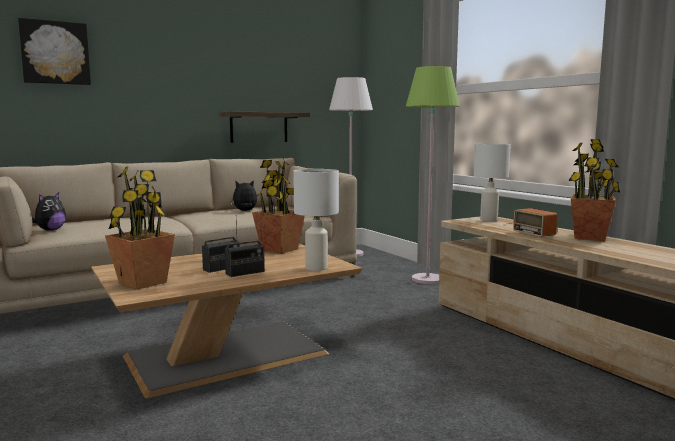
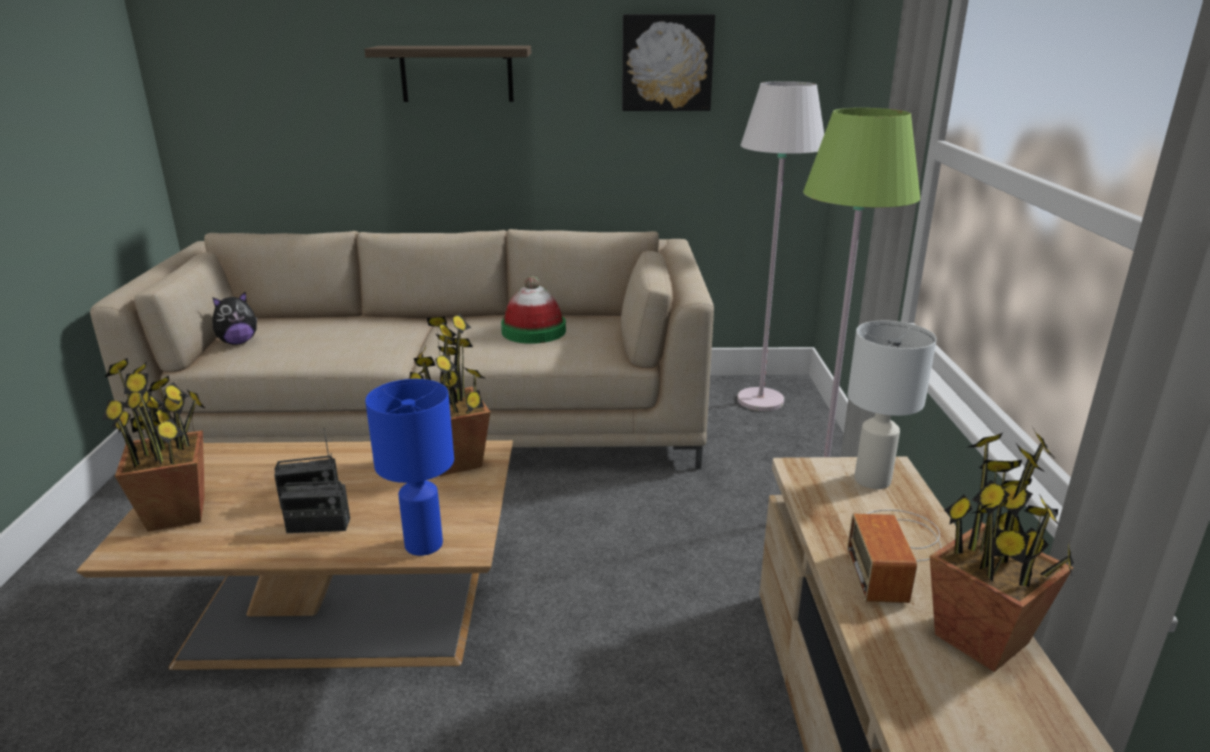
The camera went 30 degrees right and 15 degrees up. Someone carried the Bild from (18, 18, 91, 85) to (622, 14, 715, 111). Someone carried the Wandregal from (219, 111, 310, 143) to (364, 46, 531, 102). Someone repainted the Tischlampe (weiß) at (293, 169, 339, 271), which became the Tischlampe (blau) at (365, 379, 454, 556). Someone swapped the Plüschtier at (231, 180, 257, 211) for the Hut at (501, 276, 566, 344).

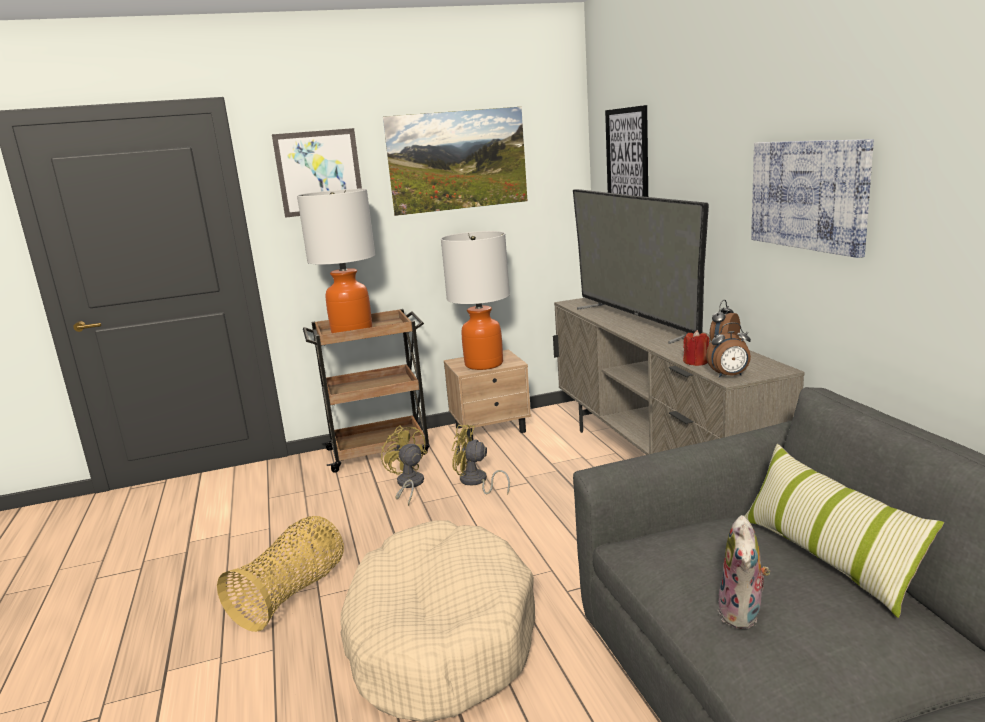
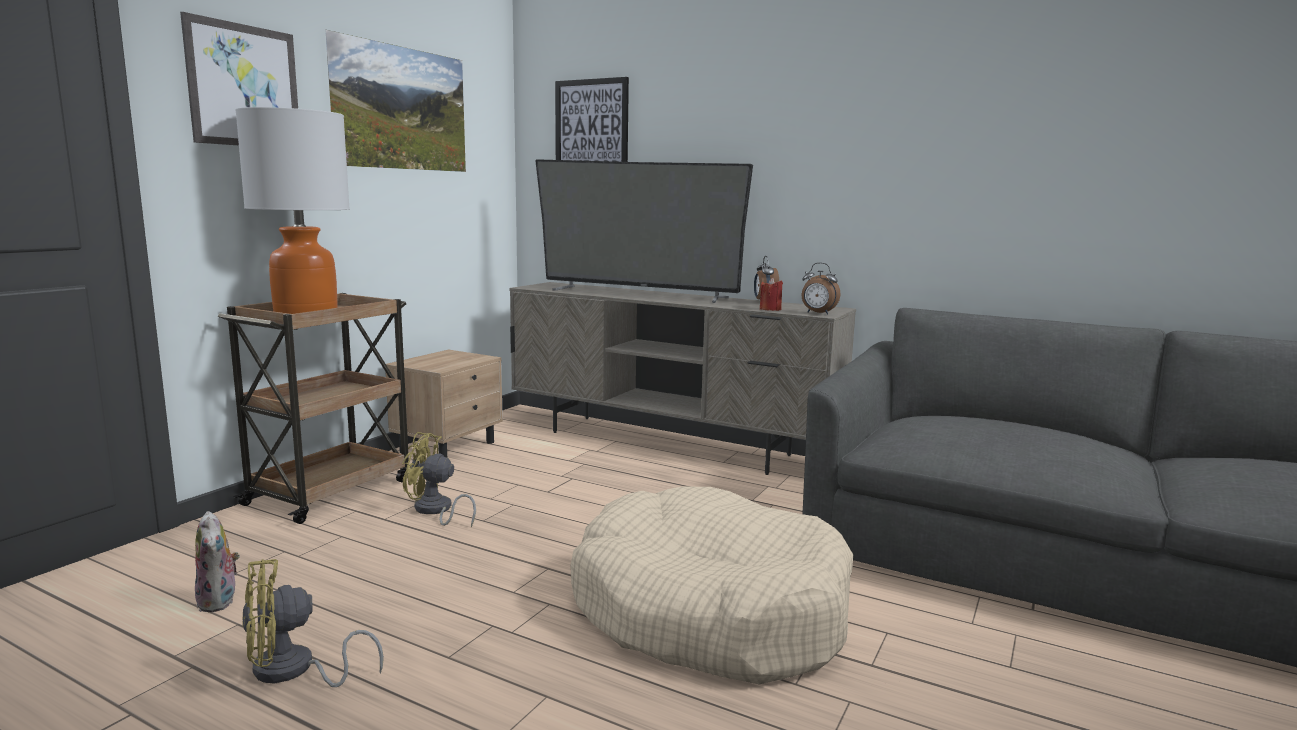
The camera went 45 degrees left and 5 degrees down. Someone took away the Bild at (751, 139, 874, 258). Someone took away the Tischlampe at (441, 231, 510, 370). Someone rotated the Wecker at (706, 323, 751, 378) by 75 degrees clockwise. Someone carried the Ventilator (gelb) from (452, 425, 510, 495) to (242, 559, 384, 687). Someone took away the Kissen at (744, 444, 944, 618). Someone carried the Plüschtier from (718, 515, 770, 629) to (195, 511, 240, 612). Someone took away the Korb at (217, 516, 344, 632).

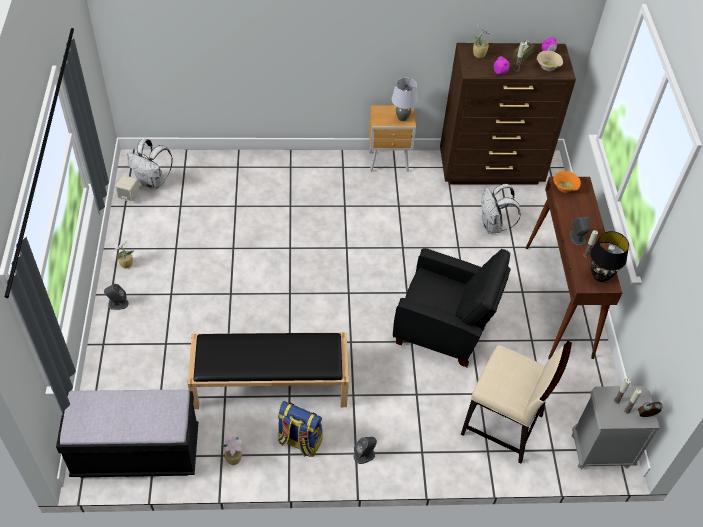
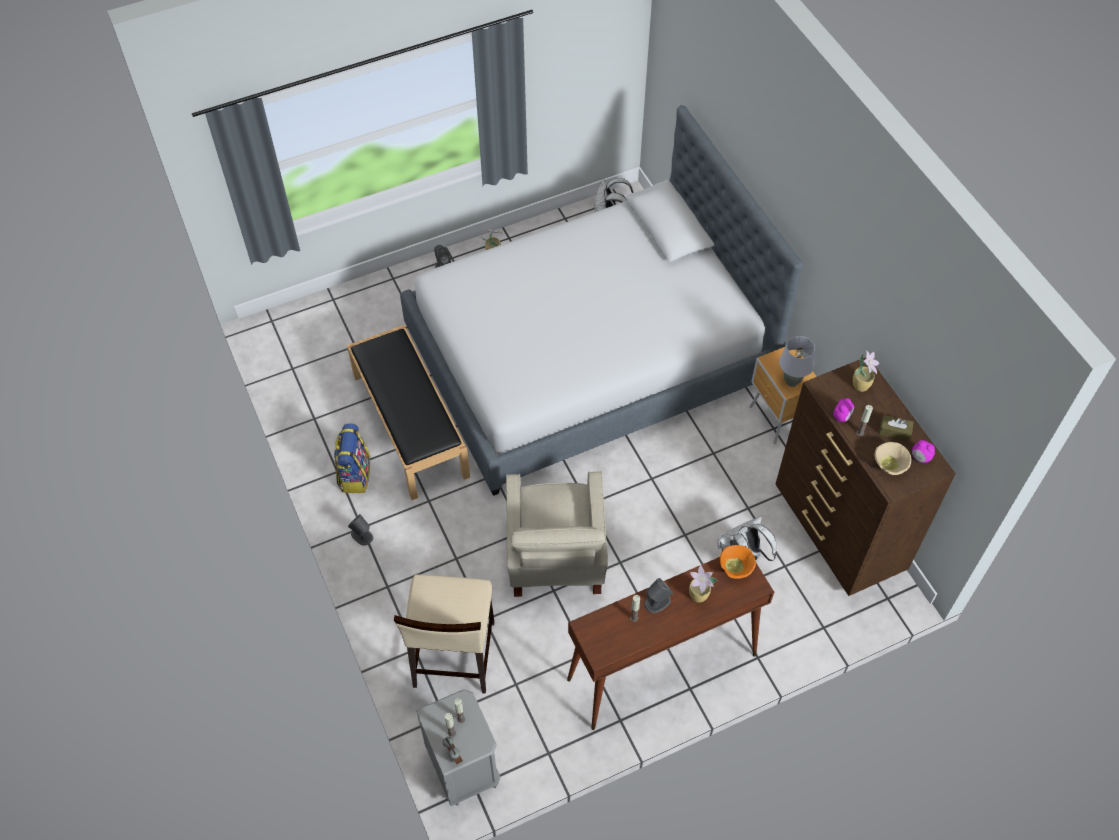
The camera went 70 degrees right and 5 degrees up. Someone took away the Lautsprecher (beige) at (115, 175, 140, 203). Someone took away the Tischlampe (schwarz) at (590, 231, 629, 282). Someone repainted the Sessel (schwarz) at (393, 248, 511, 367), which became the Sessel (beige) at (506, 471, 608, 597). Someone took away the Bank (schwarz) at (56, 390, 198, 477). Someone carried the Topfpflanze from (221, 434, 243, 465) to (689, 565, 717, 603). Someone put down the Bett at (400, 105, 803, 496).

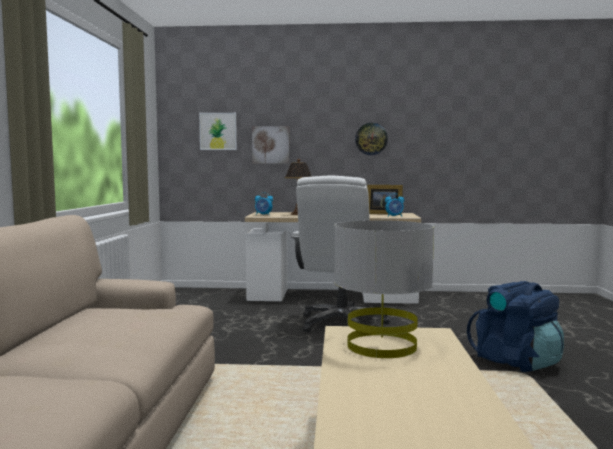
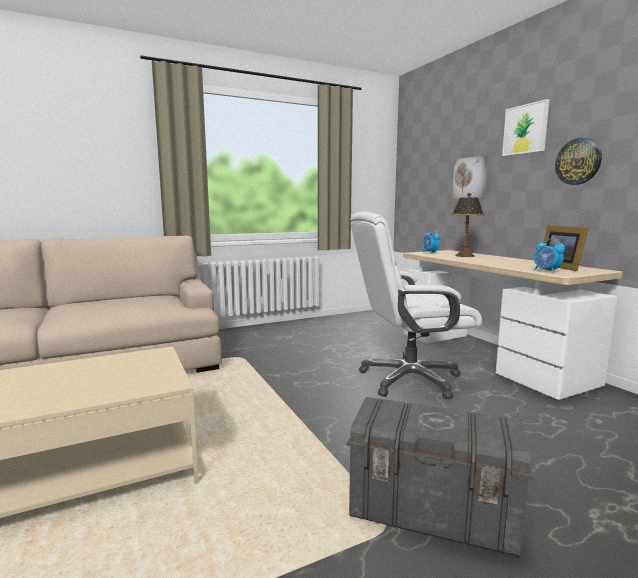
The camera went 60 degrees right and 5 degrees up. Someone carried the Bild from (199, 113, 237, 150) to (502, 99, 550, 156). Someone took away the Tischlampe (grau) at (334, 220, 434, 358). Someone swapped the Rucksack (blau) at (467, 281, 564, 372) for the Aufbewahrungsbox (grau) at (347, 397, 533, 556).

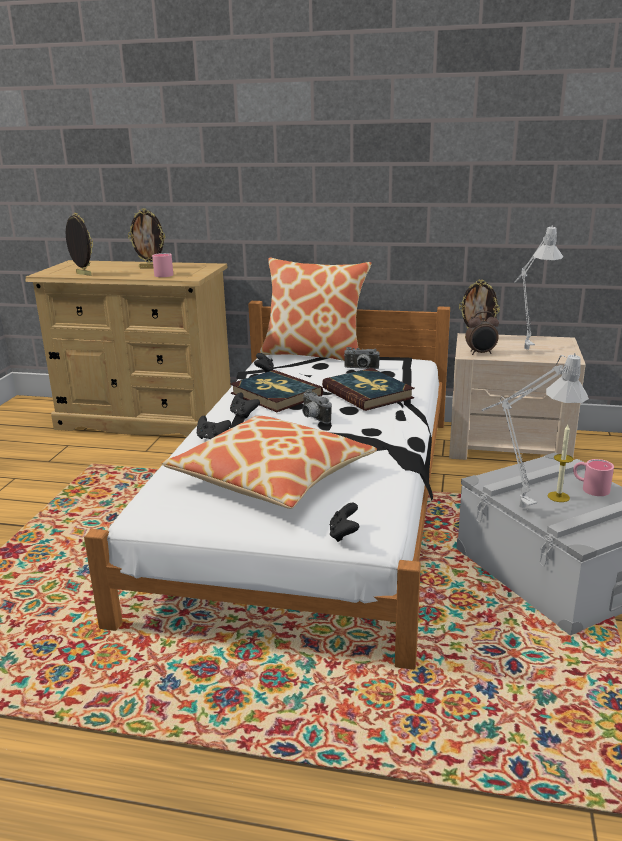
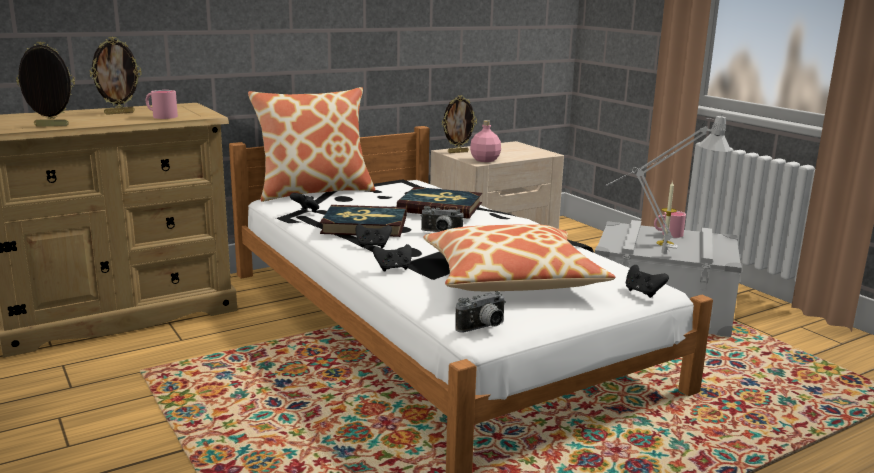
The camera went 45 degrees left and 5 degrees down. Someone took away the Tischlampe (grau) at (514, 225, 563, 349). Someone swapped the Wecker at (465, 311, 499, 355) for the Flasche (rosa) at (470, 120, 501, 162). Someone carried the Kamera from (344, 347, 380, 369) to (455, 291, 506, 332).

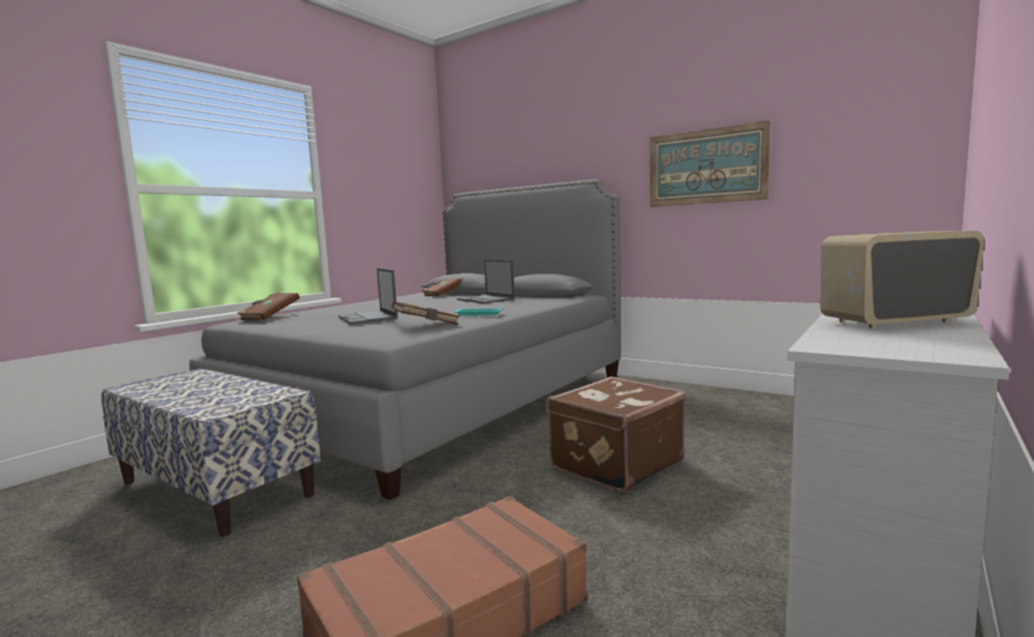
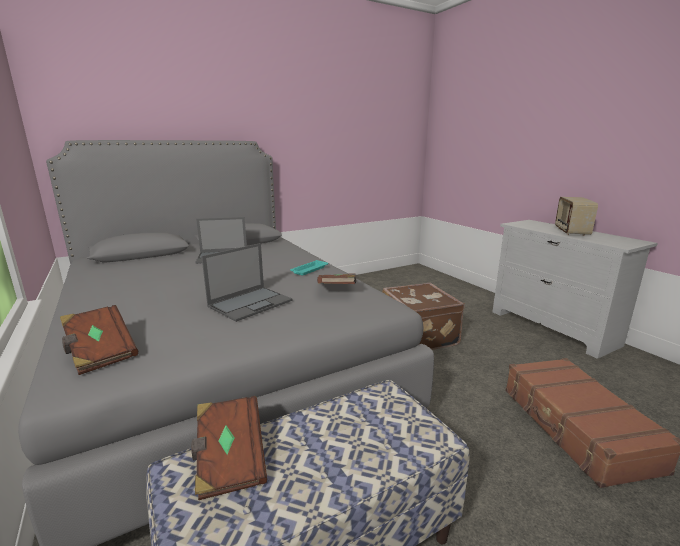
The camera went 65 degrees left and 10 degrees up. Someone took away the Bild at (650, 120, 770, 207). Someone rotated the Laptop at (338, 268, 398, 324) by 45 degrees counterclockwise. Someone carried the Buch (braun) from (422, 278, 463, 296) to (191, 396, 267, 500).

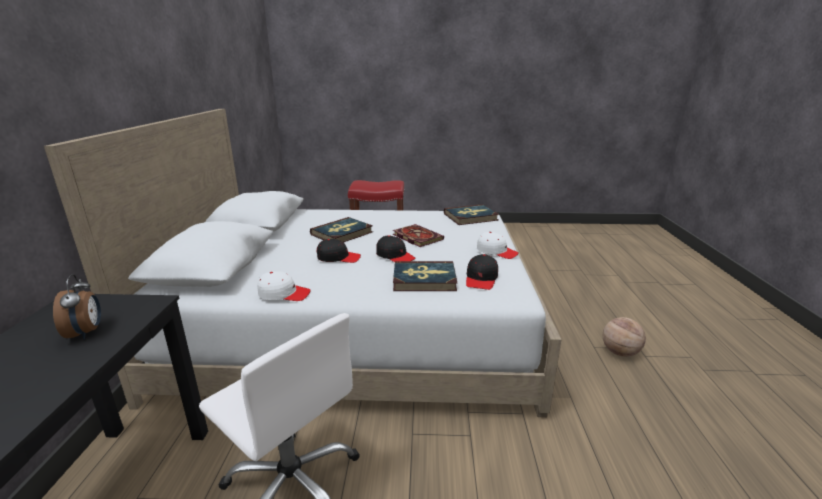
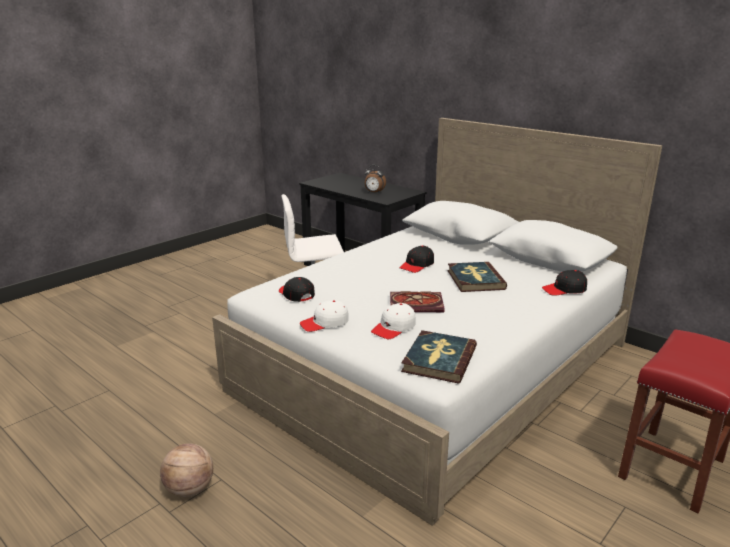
The camera went 130 degrees right and 0 degrees up. Someone carried the Kappe (schwarz) from (376, 235, 416, 262) to (542, 270, 587, 296). Someone took away the Buch at (393, 261, 457, 291). Someone carried the Kappe (weiß) from (257, 271, 311, 301) to (371, 303, 416, 339).

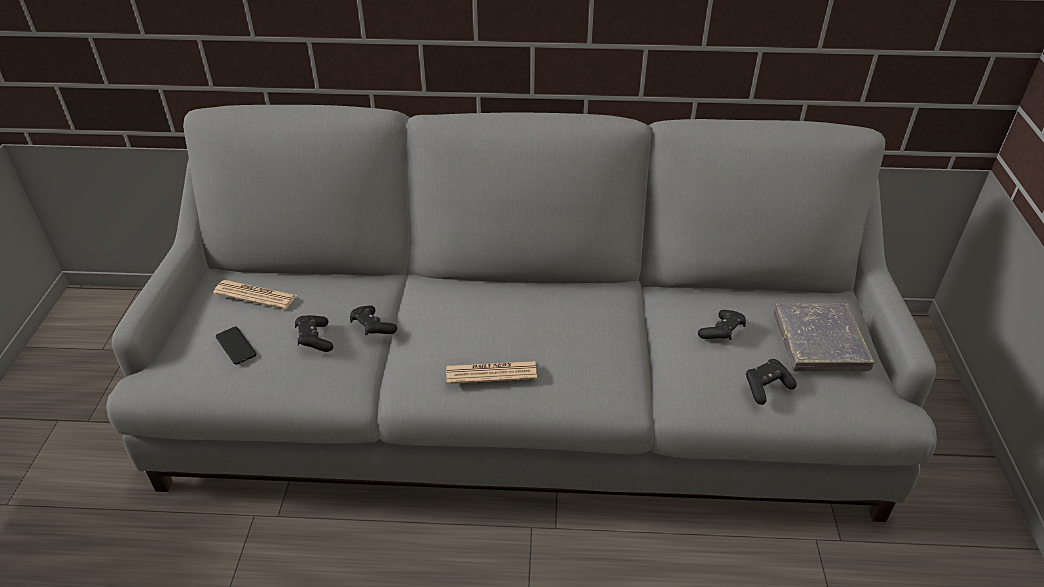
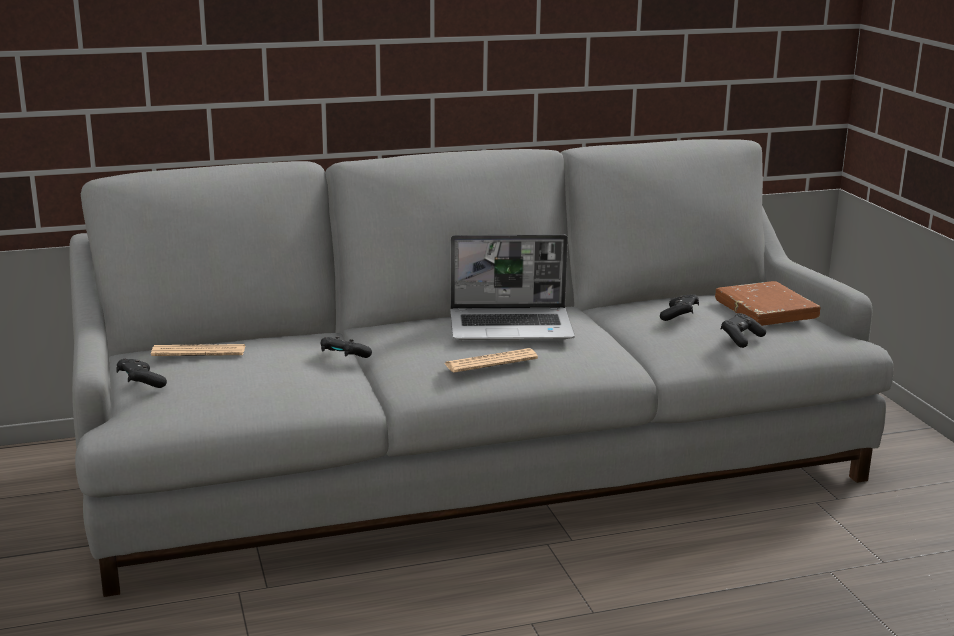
The camera went 20 degrees left and 20 degrees down. Someone repainted the Buch (grau) at (774, 303, 874, 372), which became the Buch (braun) at (715, 281, 820, 326). Someone carried the Gamepad (schwarz) from (295, 315, 333, 352) to (116, 359, 167, 388). Someone took away the Handy at (216, 326, 256, 365). Someone put down the Laptop at (450, 235, 575, 340).

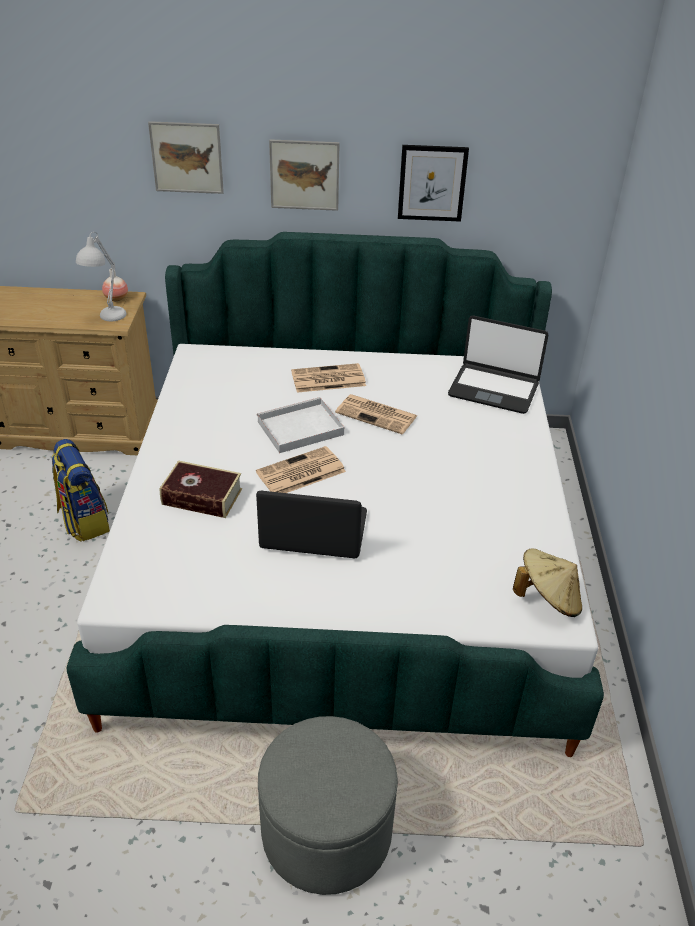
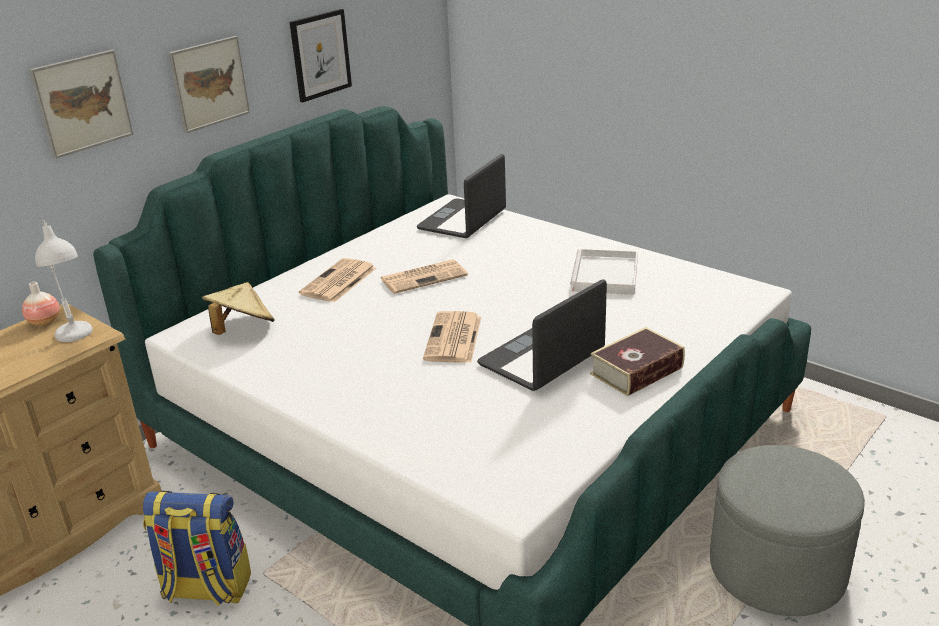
The camera went 50 degrees left and 10 degrees down. Someone rotated the Laptop at (448, 315, 548, 414) by 150 degrees clockwise. Someone carried the Tablett (weiß) from (257, 397, 344, 453) to (570, 249, 638, 295). Someone carried the Buch from (159, 460, 242, 518) to (590, 327, 685, 396). Someone carried the Hut (beige) from (513, 548, 582, 617) to (202, 282, 275, 335).

